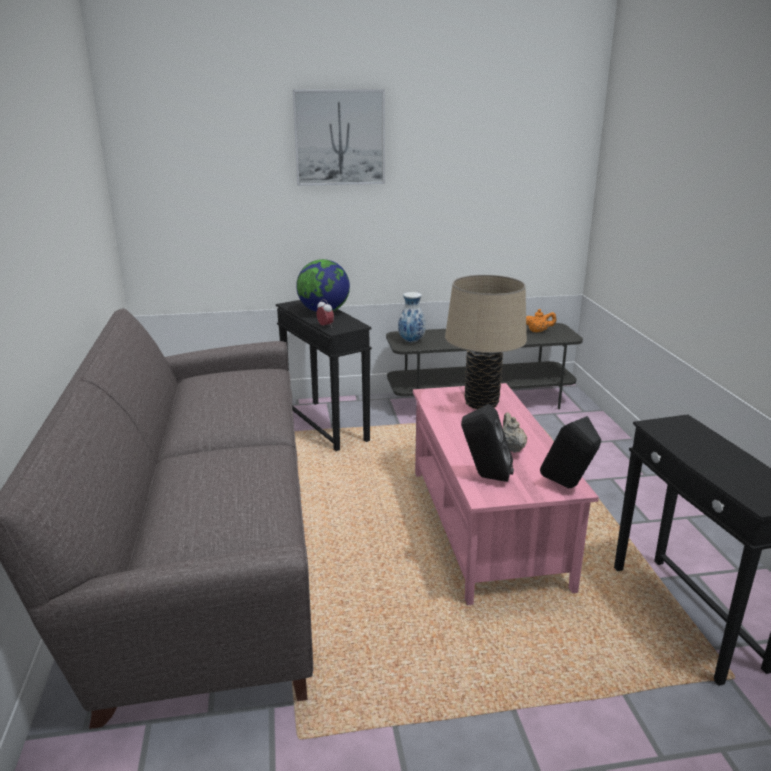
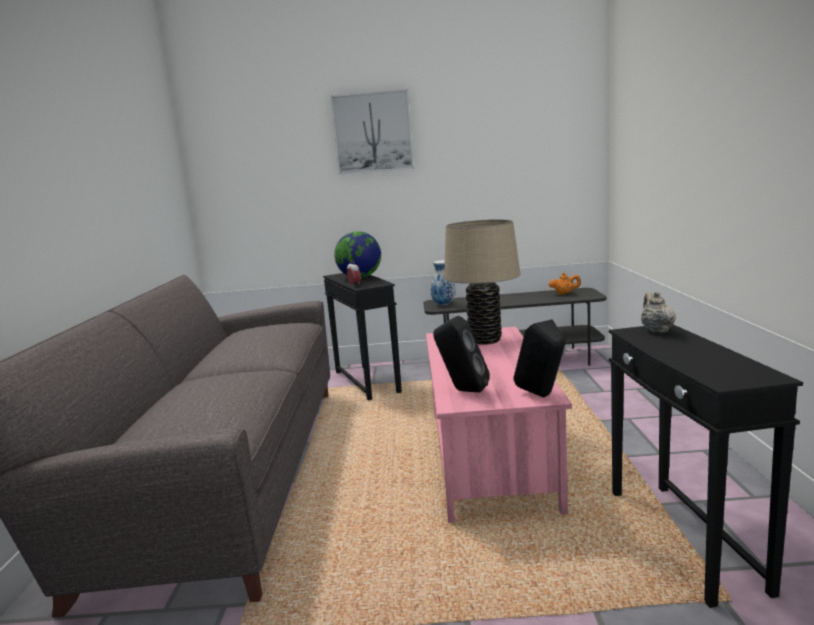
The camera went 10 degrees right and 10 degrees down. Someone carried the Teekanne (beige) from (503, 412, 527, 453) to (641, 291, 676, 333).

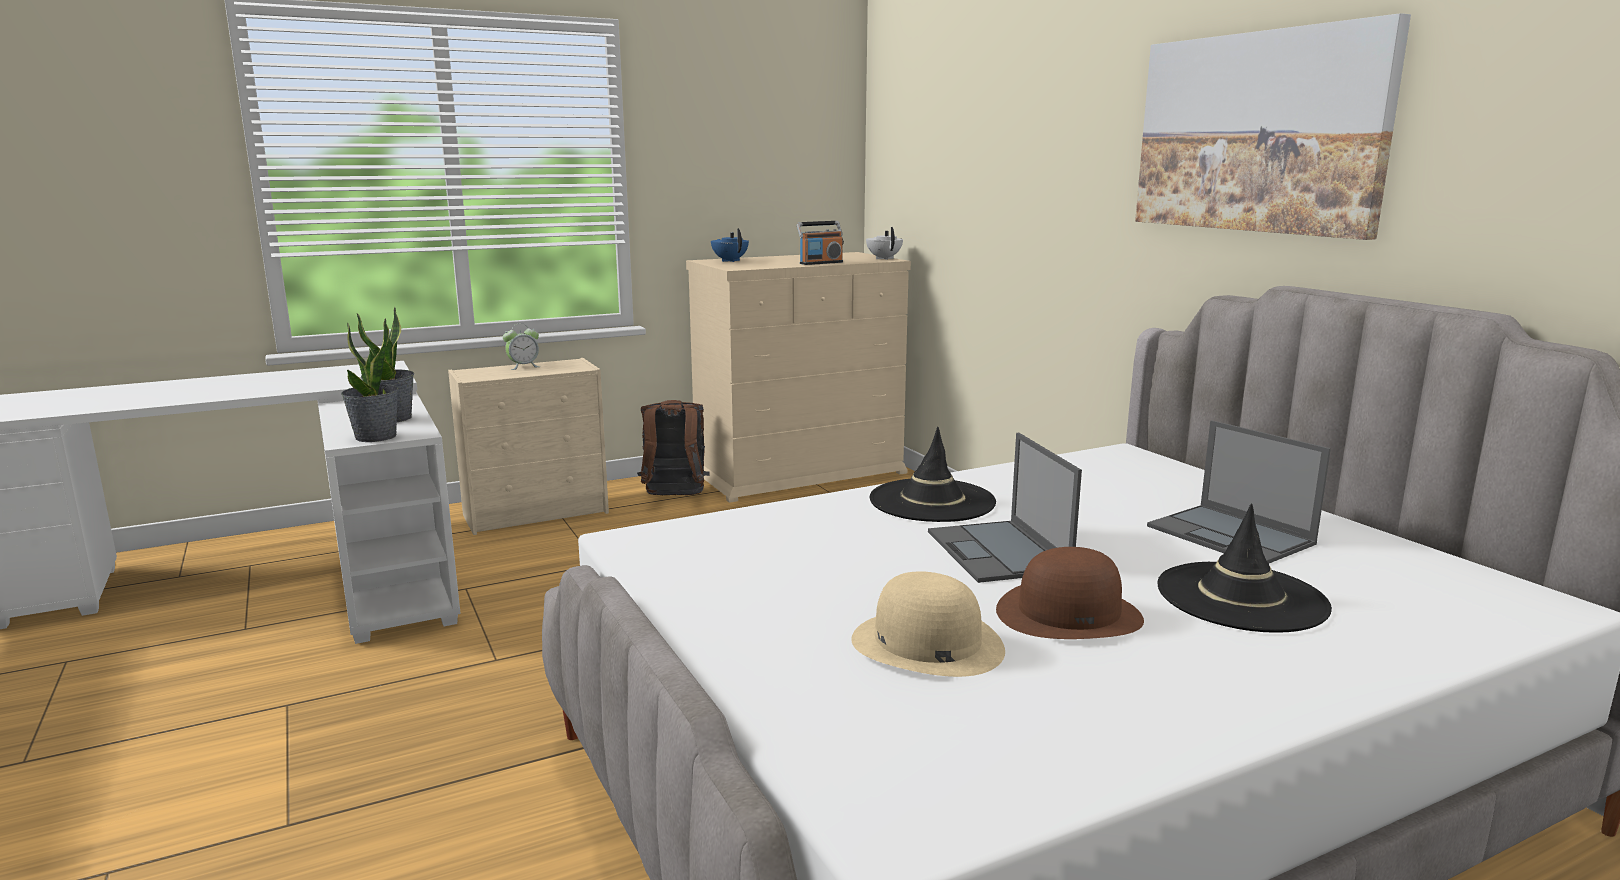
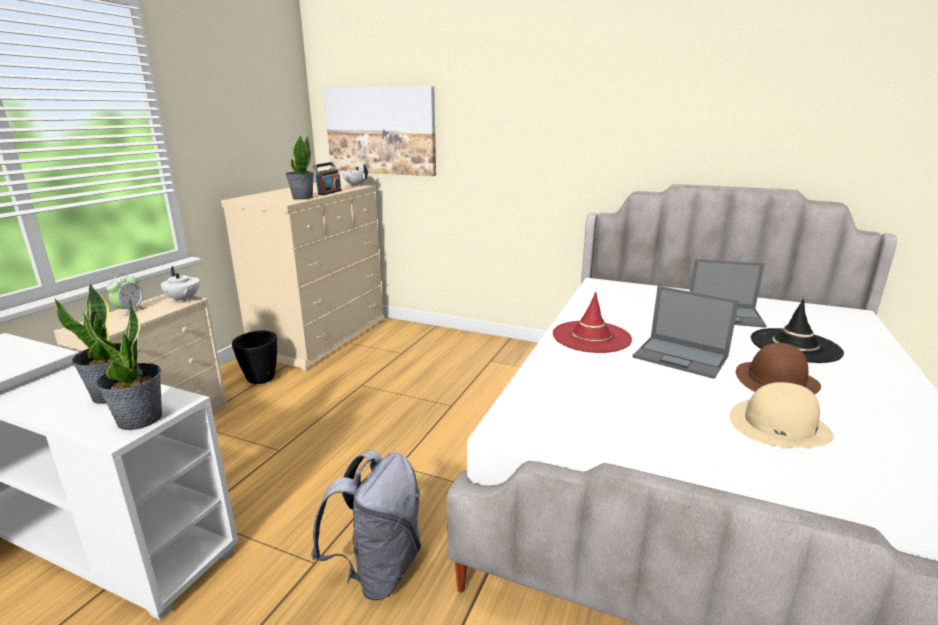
The camera went 40 degrees left and 5 degrees up. Someone carried the Bild from (1135, 13, 1411, 240) to (323, 86, 436, 176). Someone took away the Teekanne (blau) at (711, 228, 749, 262). Someone swapped the Rucksack (braun) at (637, 400, 709, 495) for the Pflanzkübel (schwarz) at (232, 330, 277, 384). Someone repainted the Hut (schwarz) at (870, 427, 996, 522), which became the Hut (rot) at (553, 292, 632, 353). Someone put down the Topfpflanze at (285, 135, 314, 200). Someone put down the Teekanne (weiß) at (161, 266, 200, 302). Someone put down the Rucksack (grau) at (311, 450, 421, 601).

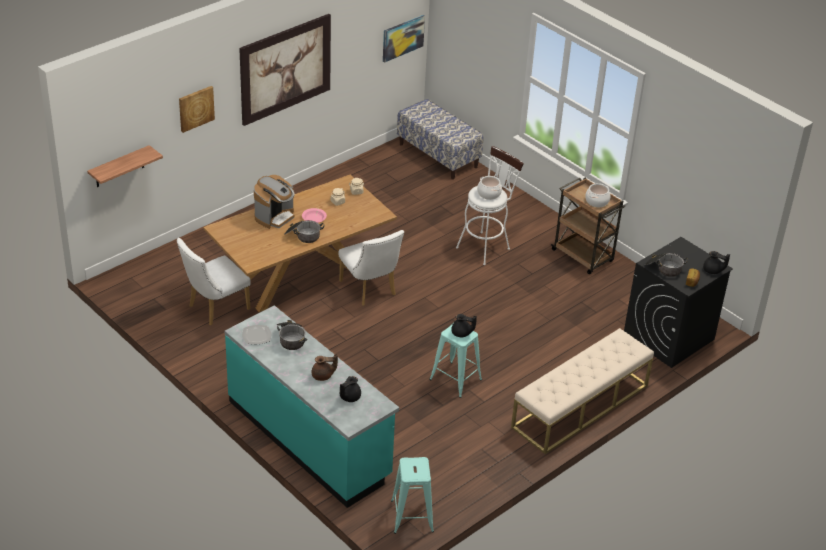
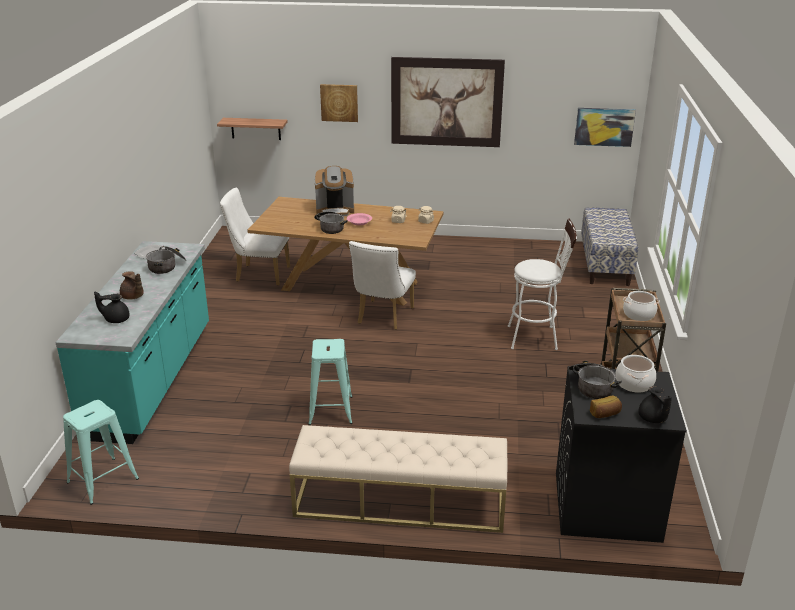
The camera went 50 degrees right and 10 degrees down. Someone carried the Kochtopf from (477, 176, 502, 200) to (615, 355, 656, 393). Someone took away the Teekanne (schwarz) at (451, 314, 477, 337).

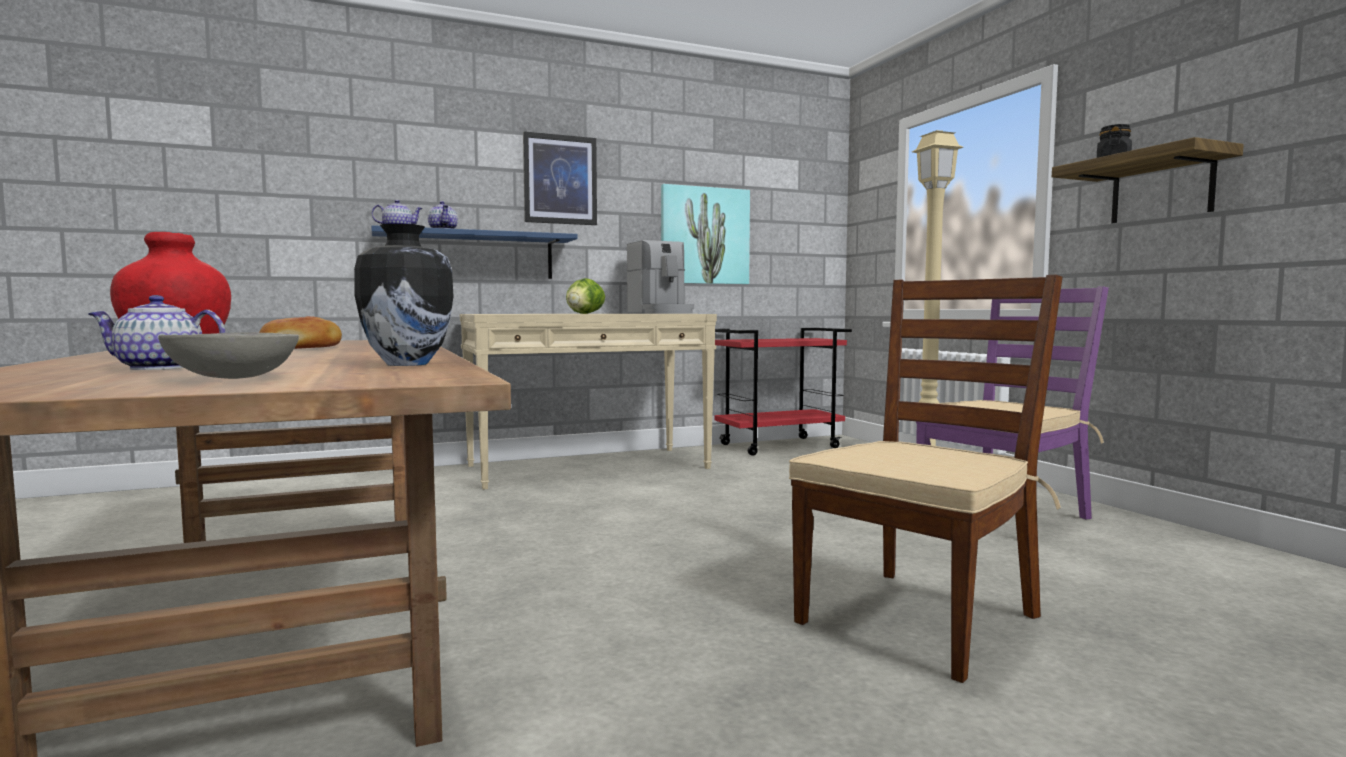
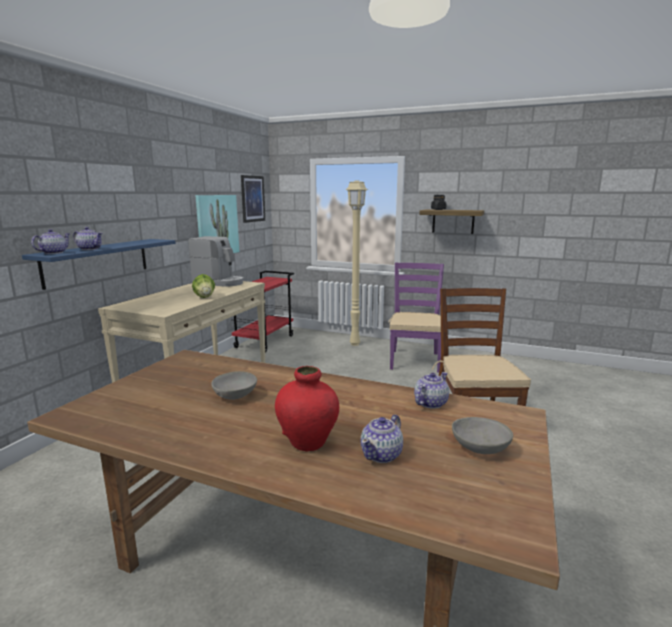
The camera went 45 degrees left and 10 degrees up. Someone carried the Bild from (523, 131, 597, 225) to (241, 175, 265, 223). Someone swapped the Vase at (354, 224, 454, 366) for the Teekanne at (414, 372, 449, 409). Someone swapped the Brot at (259, 316, 342, 349) for the Schüssel (grau) at (211, 371, 257, 400).

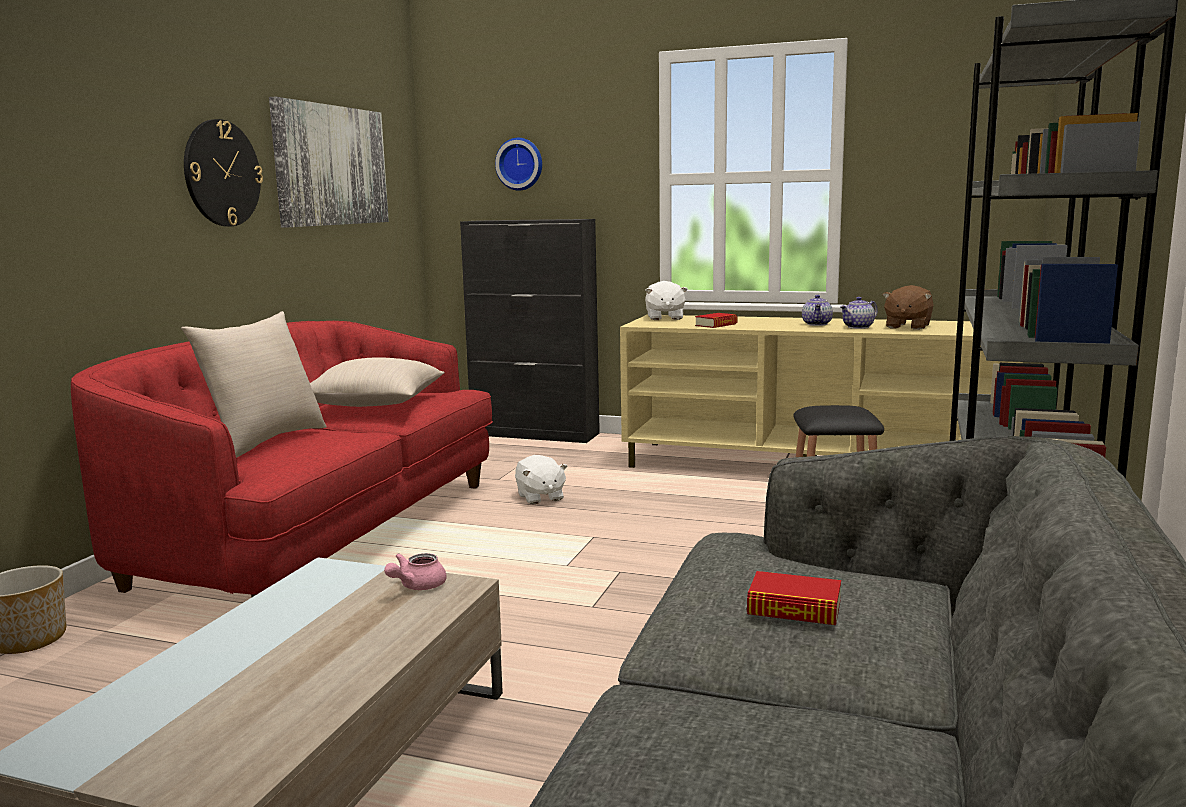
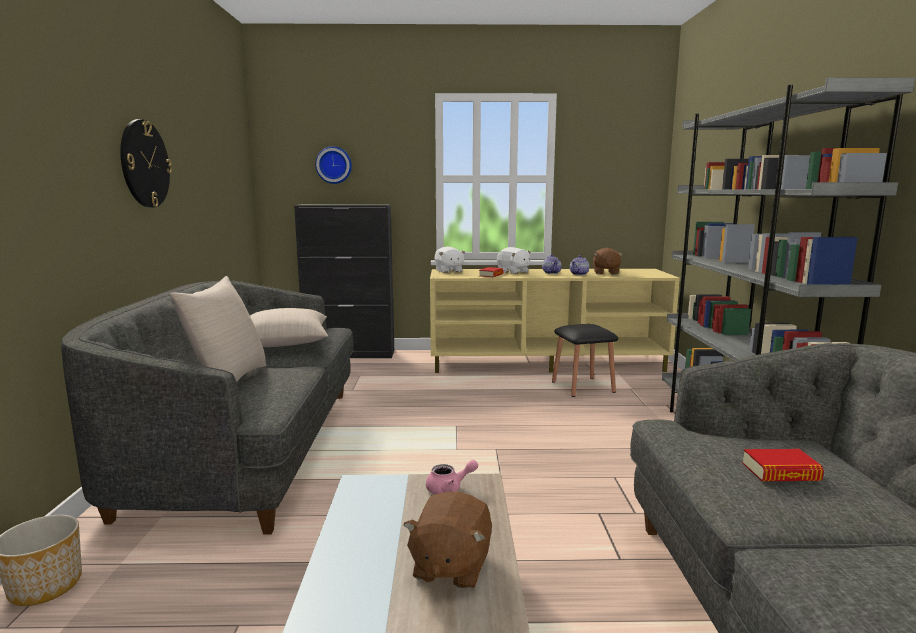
The camera went 20 degrees left and 0 degrees up. Someone took away the Bild at (269, 97, 389, 228). Someone repainted the Sofa (rot) at (71, 321, 493, 597), which became the Sofa (grau) at (61, 281, 354, 535). Someone carried the Plüschtier (weiß) from (515, 455, 568, 504) to (497, 247, 531, 274). Someone rotated the Teekanne (rosa) at (384, 553, 447, 590) by 120 degrees counterclockwise. Someone put down the Plüschtier (braun) at (403, 492, 492, 590).

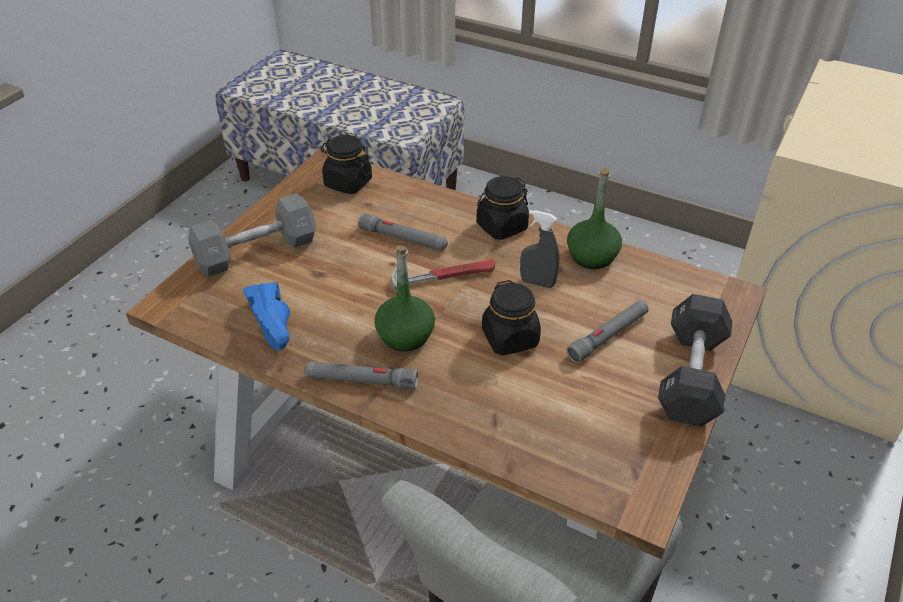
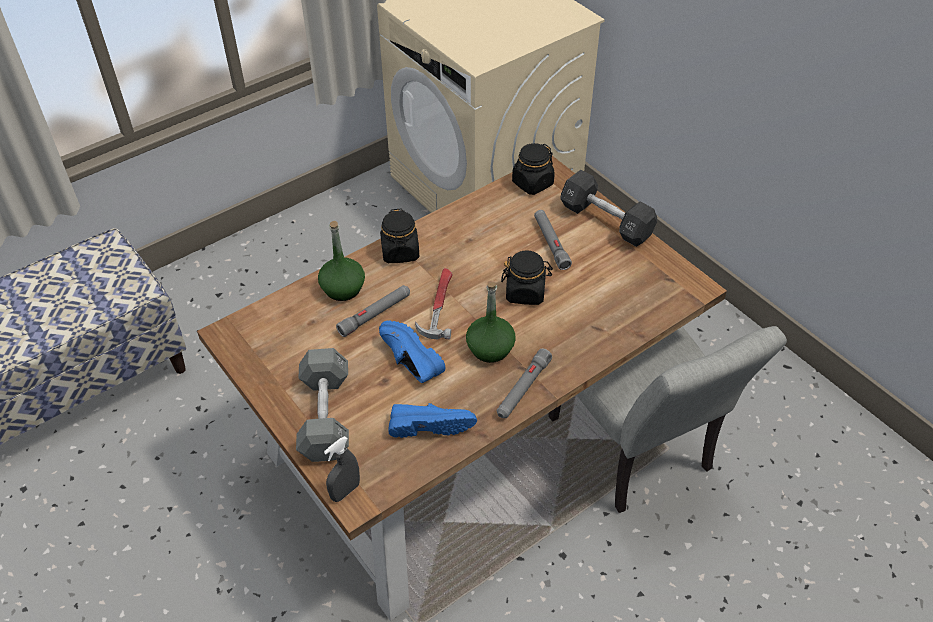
The camera went 65 degrees left and 5 degrees up. Someone carried the Vorratsglas (schwarz) from (320, 135, 372, 194) to (512, 143, 555, 195). Someone carried the Flasche (grün) from (567, 168, 622, 269) to (318, 221, 365, 301). Someone carried the Sprühflasche (grau) from (520, 210, 560, 288) to (324, 436, 360, 502). Someone put down the Schuh (blau) at (379, 321, 445, 383).

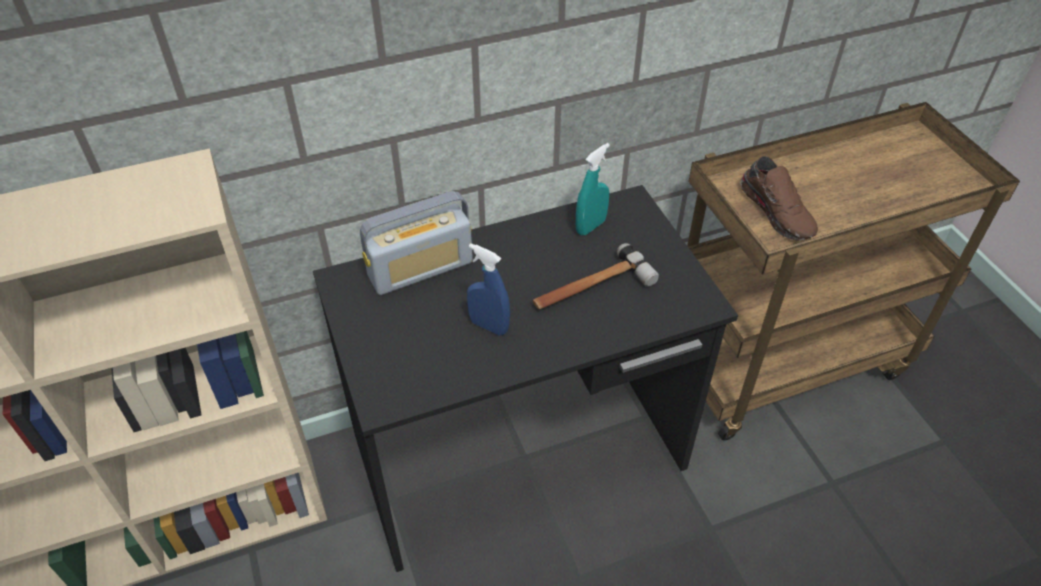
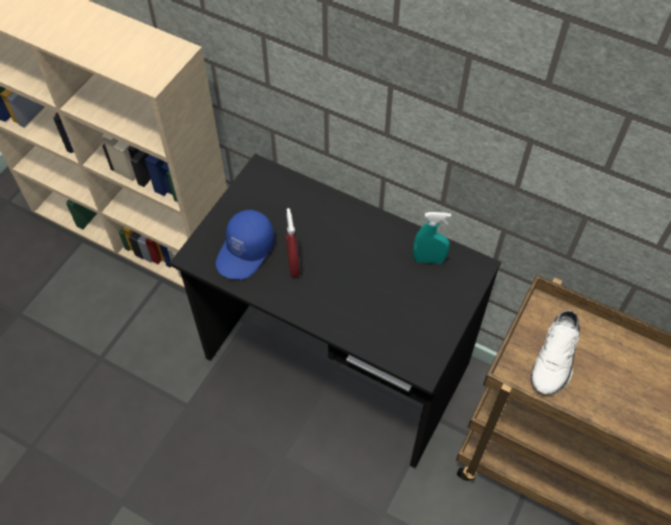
The camera went 50 degrees right and 10 degrees up. Someone repainted the Schuh (braun) at (740, 156, 818, 241), which became the Schuh (weiß) at (531, 311, 580, 395). Someone took away the Radio at (360, 191, 473, 295). Someone repainted the Sprühflasche (blau) at (467, 243, 510, 335), which became the Sprühflasche (rot) at (286, 208, 300, 277). Someone took away the Hammer at (533, 243, 659, 309). Someone put down the Kappe (blau) at (216, 209, 274, 280).

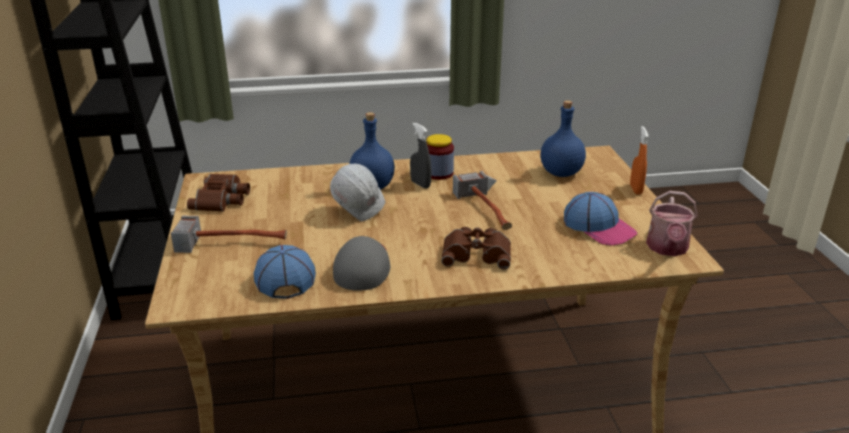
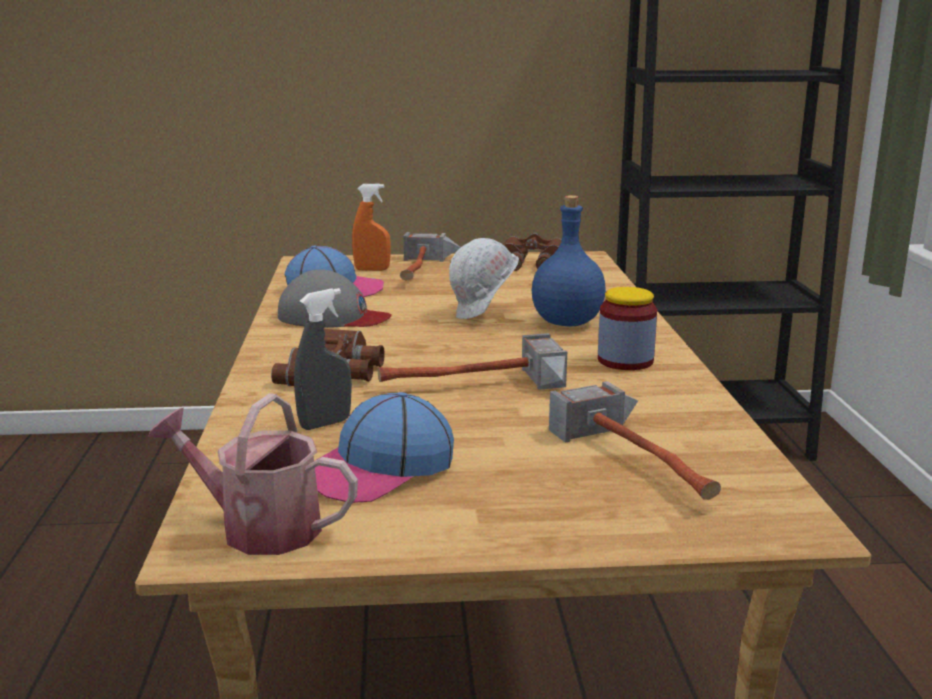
The camera went 95 degrees right and 10 degrees down. Someone swapped the Flasche (blau) at (540, 100, 586, 177) for the Hammer at (549, 381, 721, 500). Someone carried the Sprühflasche (grau) from (410, 123, 432, 189) to (294, 288, 352, 430). Someone carried the Sprühflasche (orange) from (630, 126, 649, 194) to (352, 184, 391, 271).

